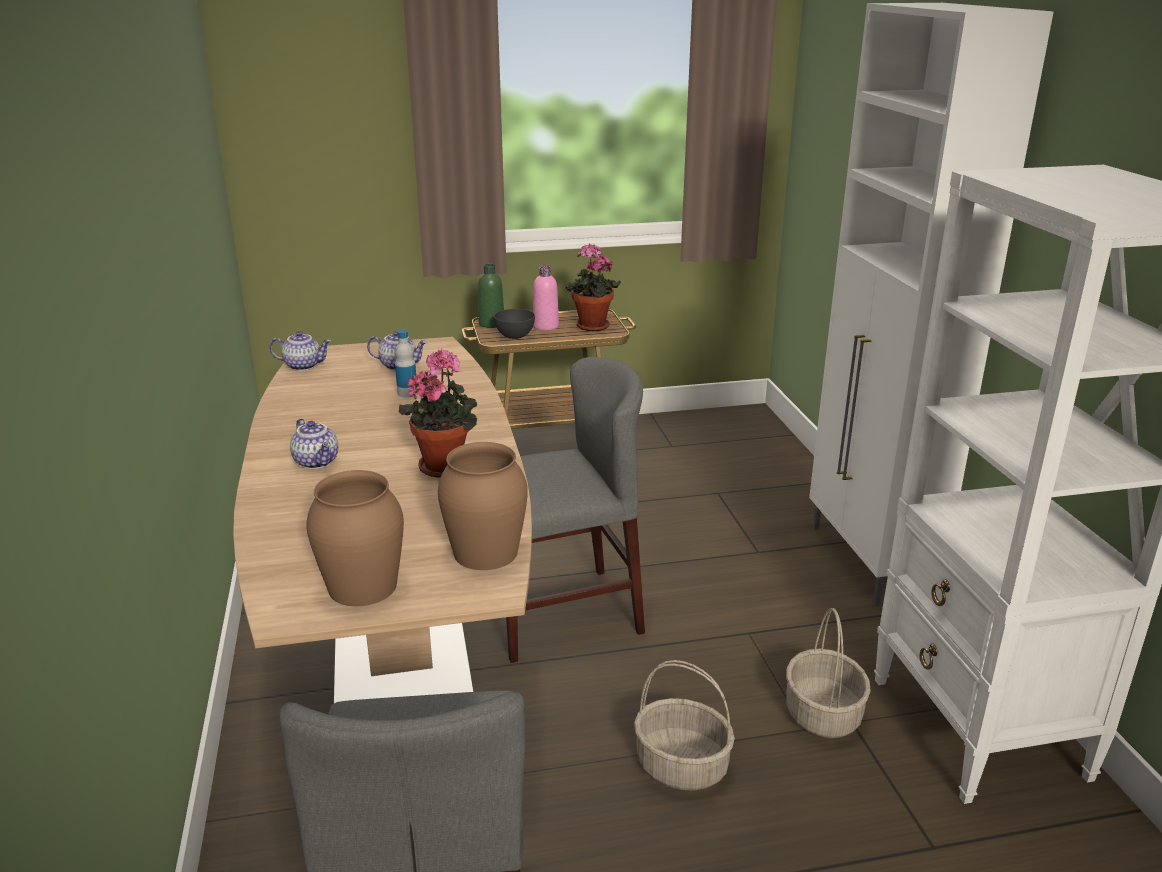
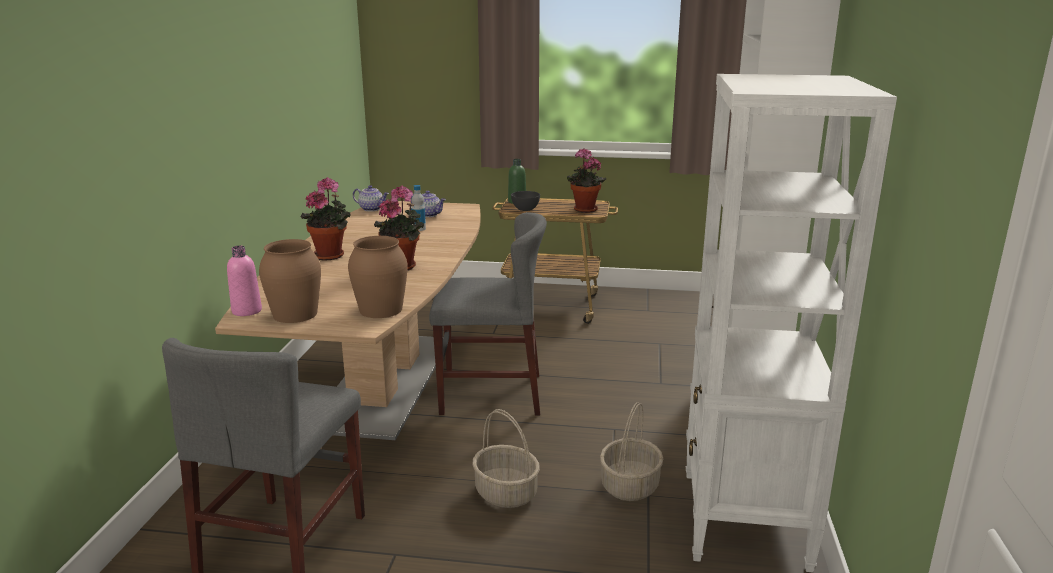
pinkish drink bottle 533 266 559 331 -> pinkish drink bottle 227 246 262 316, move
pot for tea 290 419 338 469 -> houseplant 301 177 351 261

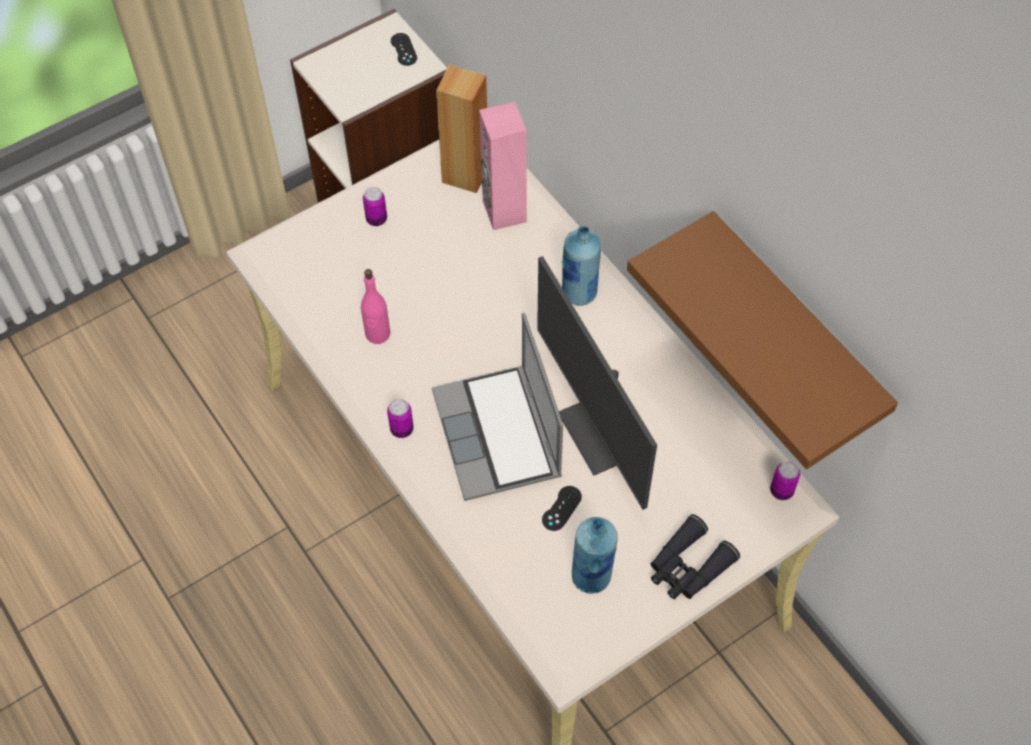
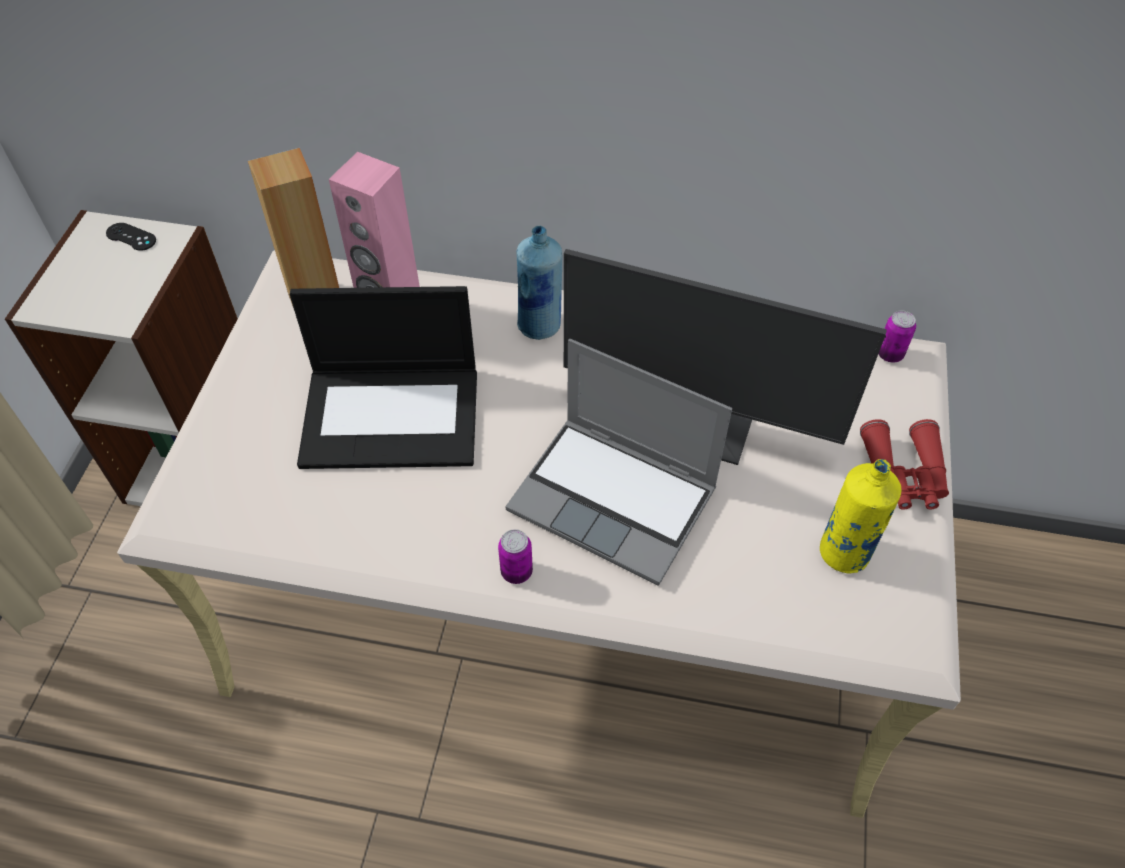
sealed can 363 187 387 226 -> none
brown-coloured bracket shelf 627 211 898 469 -> none
pinkish drink bottle 361 269 390 344 -> none
black-coloured gamepad 542 486 582 531 -> none
black-coloured field glasses 651 514 740 599 -> red-coloured field glasses 860 419 949 510
bluish drink bottle 572 517 618 594 -> yellow-coloured drink bottle 820 459 901 574
none -> laptop 290 286 477 469

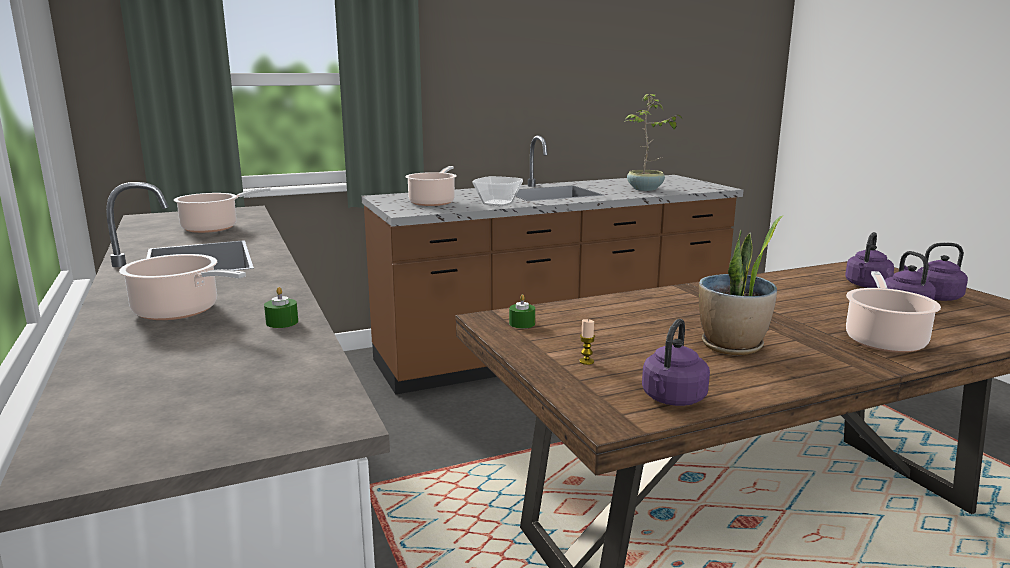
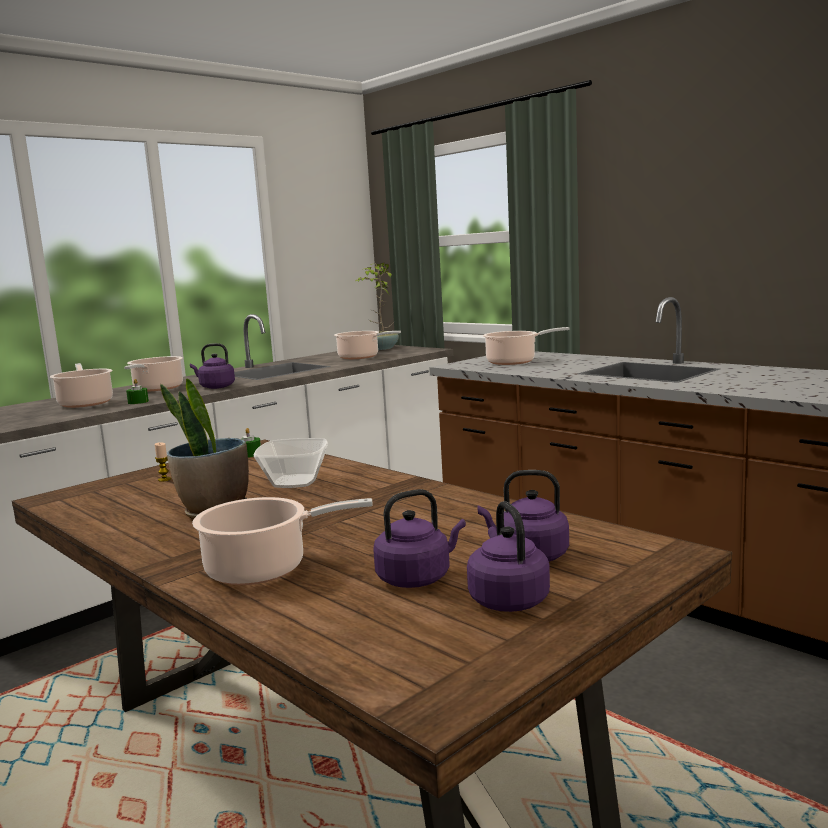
houseplant 624 94 682 191 -> houseplant 356 263 399 350, move
bowl 472 176 523 206 -> bowl 254 438 328 488, move
purplish tea kettle 642 319 710 406 -> purplish tea kettle 190 343 235 389, move
none -> cooking pot 50 363 113 408

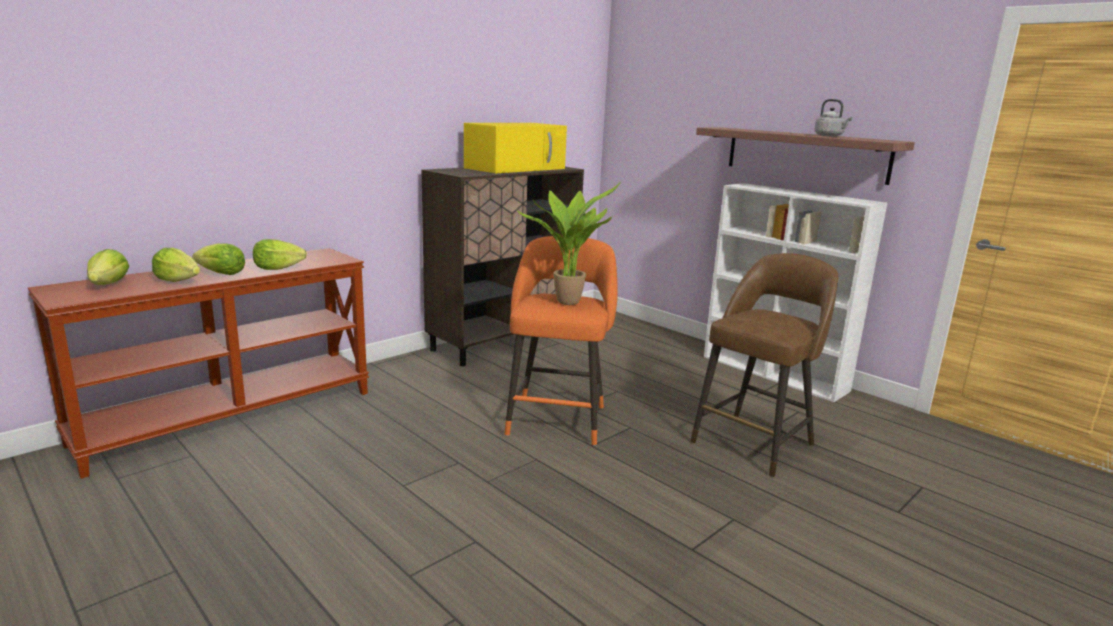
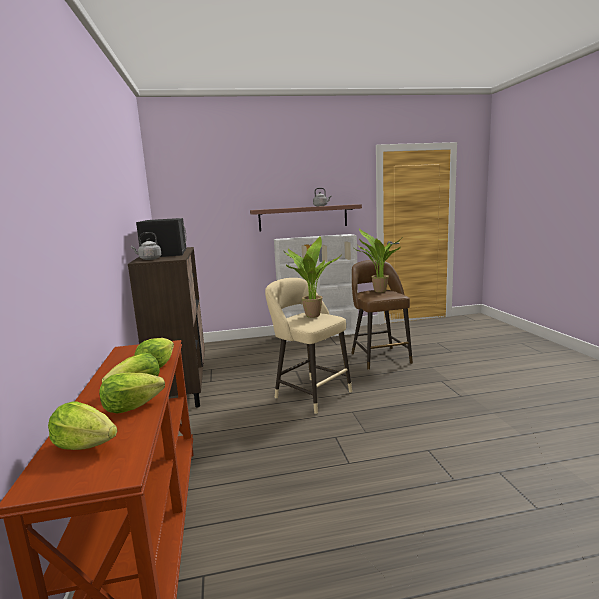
yellow-coloured microwave oven 464 123 567 173 -> black-coloured microwave oven 136 218 186 257
orange-coloured stool seat 505 236 618 446 -> beige stool seat 265 278 352 414
none -> houseplant 354 228 402 293
none -> grey tea kettle 131 232 161 260

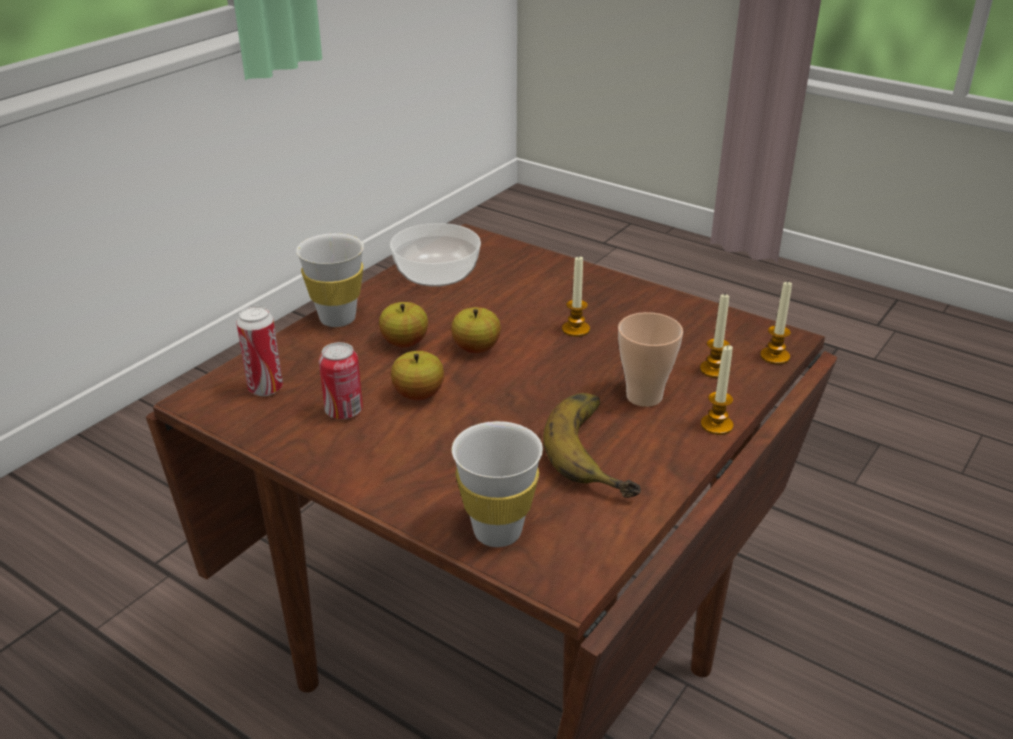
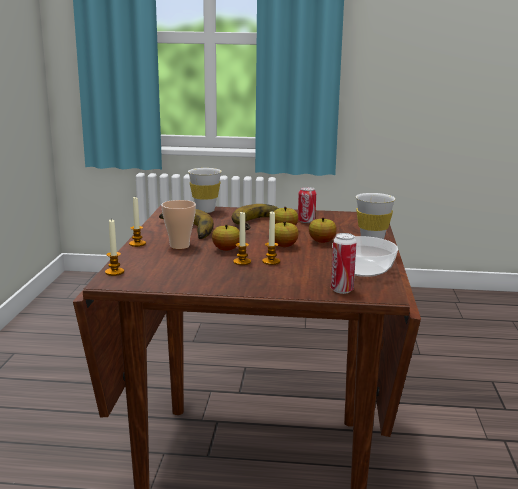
wax candle 700 293 730 378 -> wax candle 262 211 280 265, move
sealed can 236 306 283 396 -> sealed can 331 233 357 294, move
none -> banana fruit 232 204 279 230
none -> apple fruit 212 224 240 251

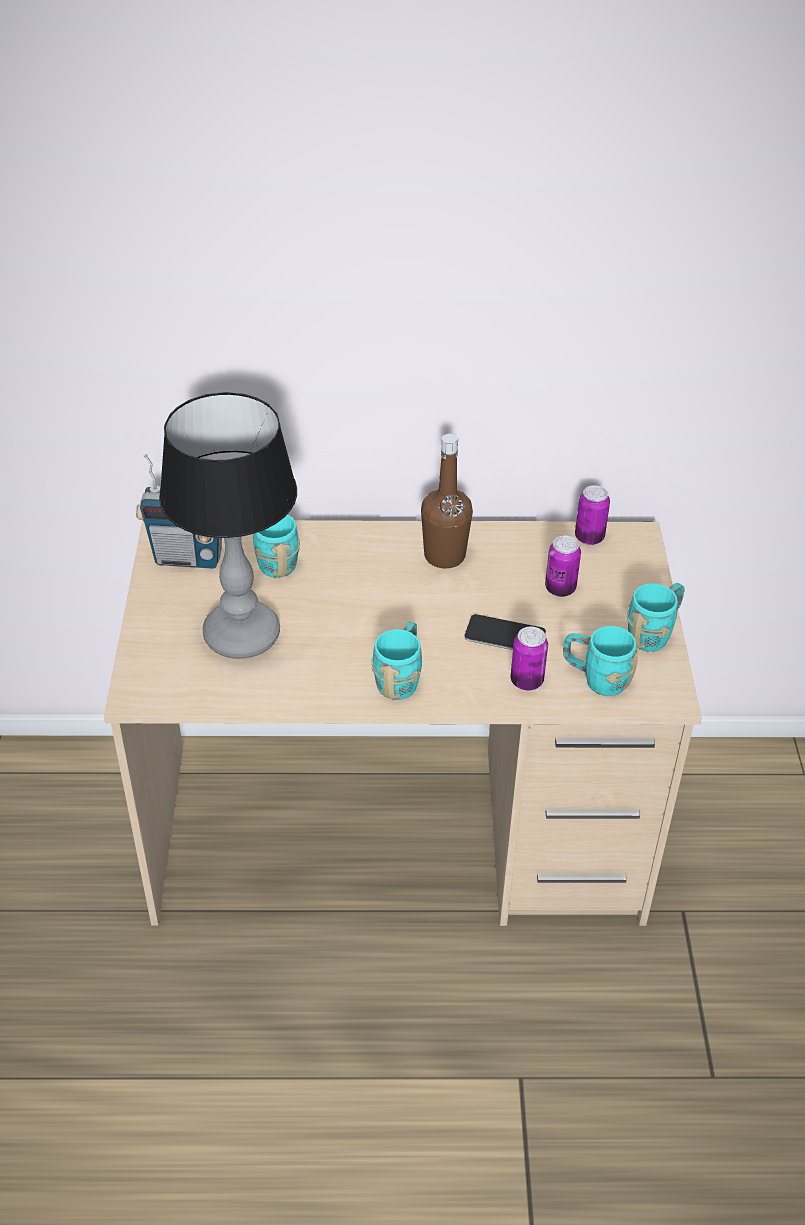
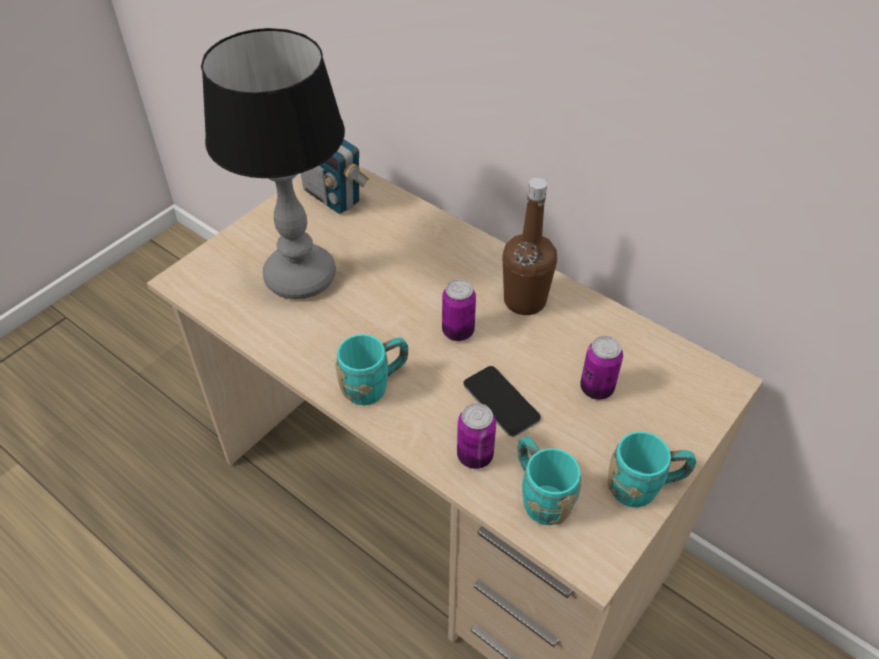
sealed can 575 485 610 545 -> sealed can 442 279 476 341, move
turquoise-coloured mug 253 514 300 578 -> none

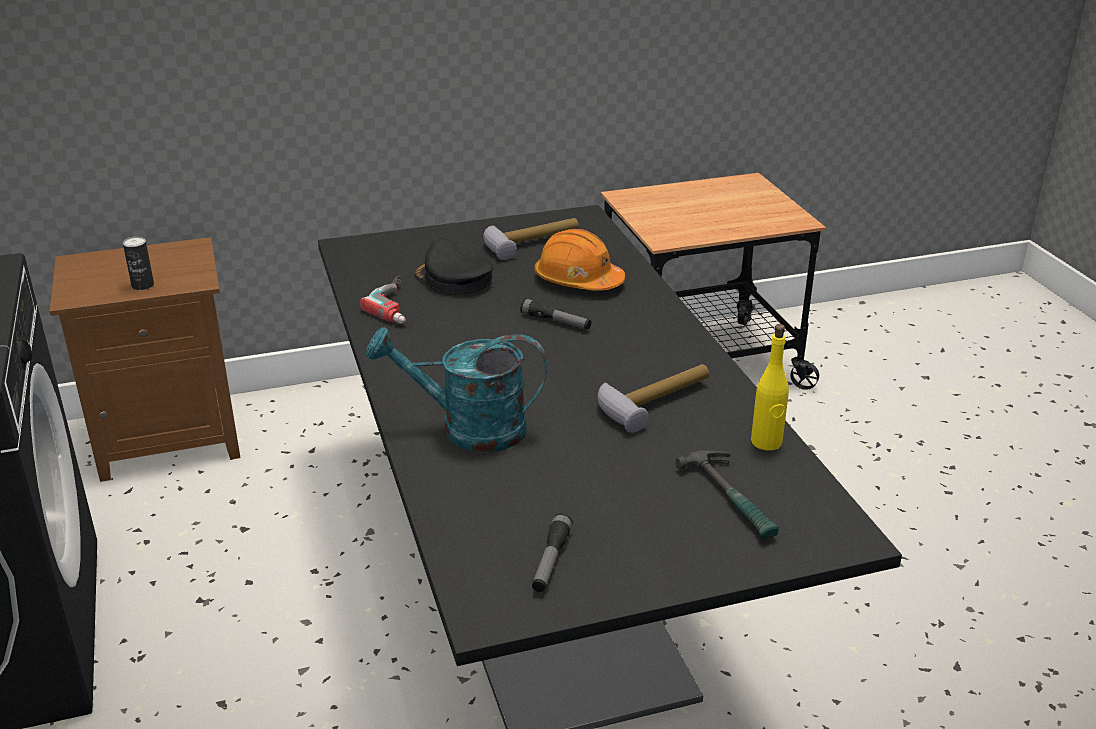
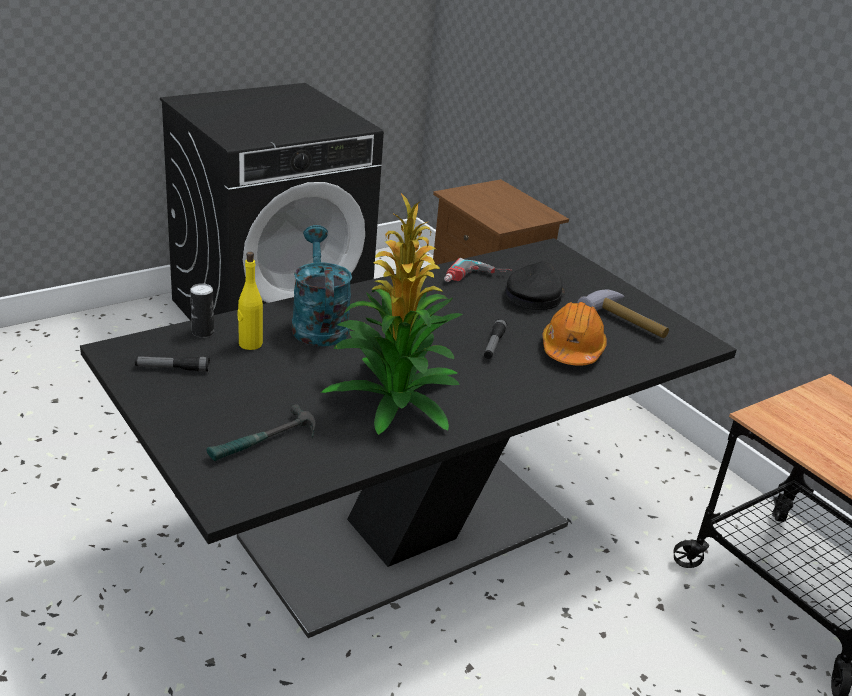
sealed can 123 236 154 290 -> sealed can 190 284 214 337, move
yellow-coloured drink bottle 751 324 789 450 -> yellow-coloured drink bottle 237 252 263 350, move
hand hammer 597 364 709 433 -> houseplant 321 193 462 435

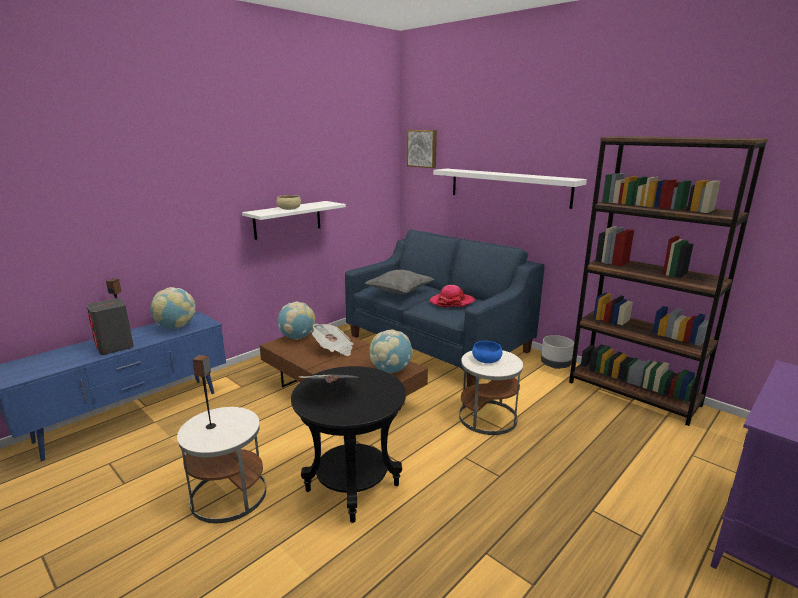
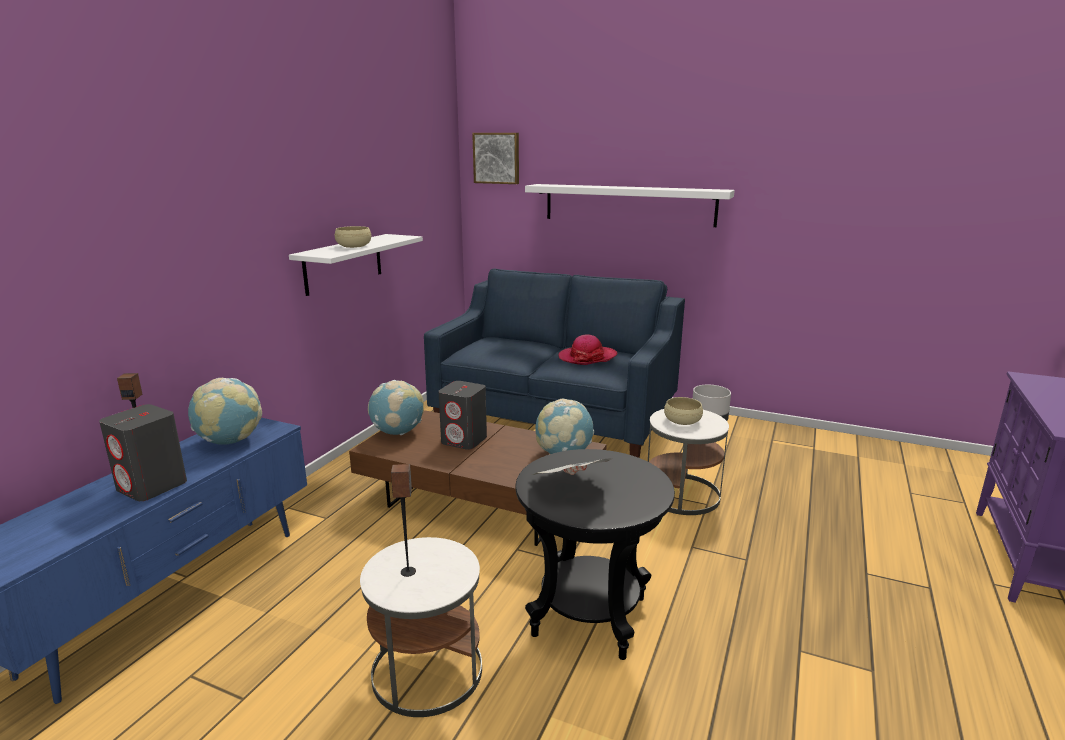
brown-coloured bookshelf 569 136 768 426 -> none
grey throw pillow 364 269 434 294 -> none
daily paper 312 324 354 356 -> grey loudspeaker 438 381 487 450
bluish bowl 472 341 502 363 -> beige bowl 664 397 703 425

